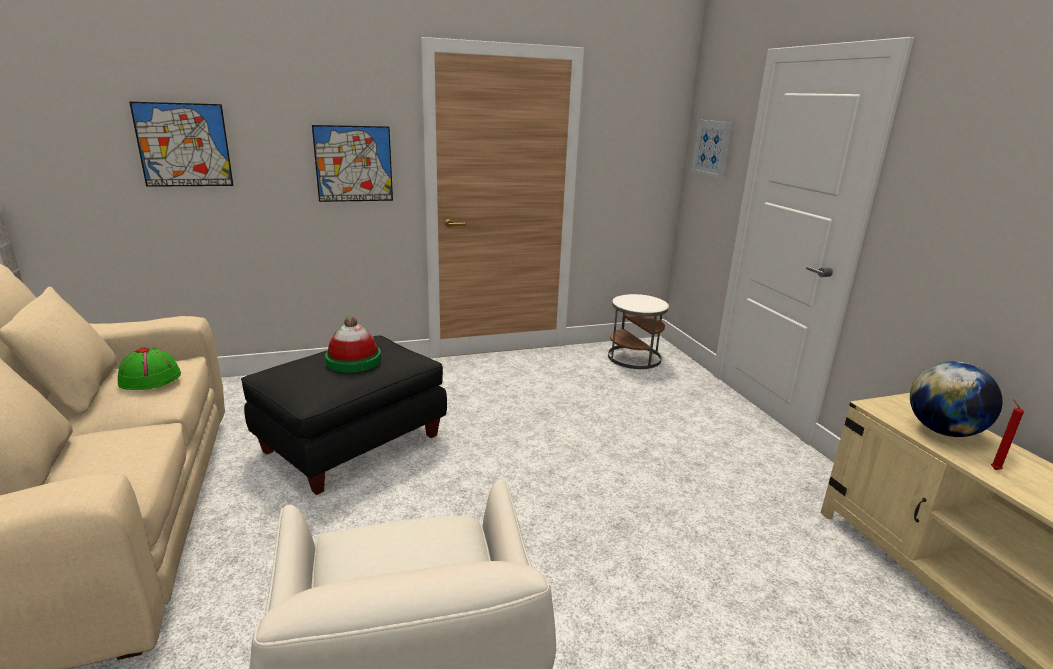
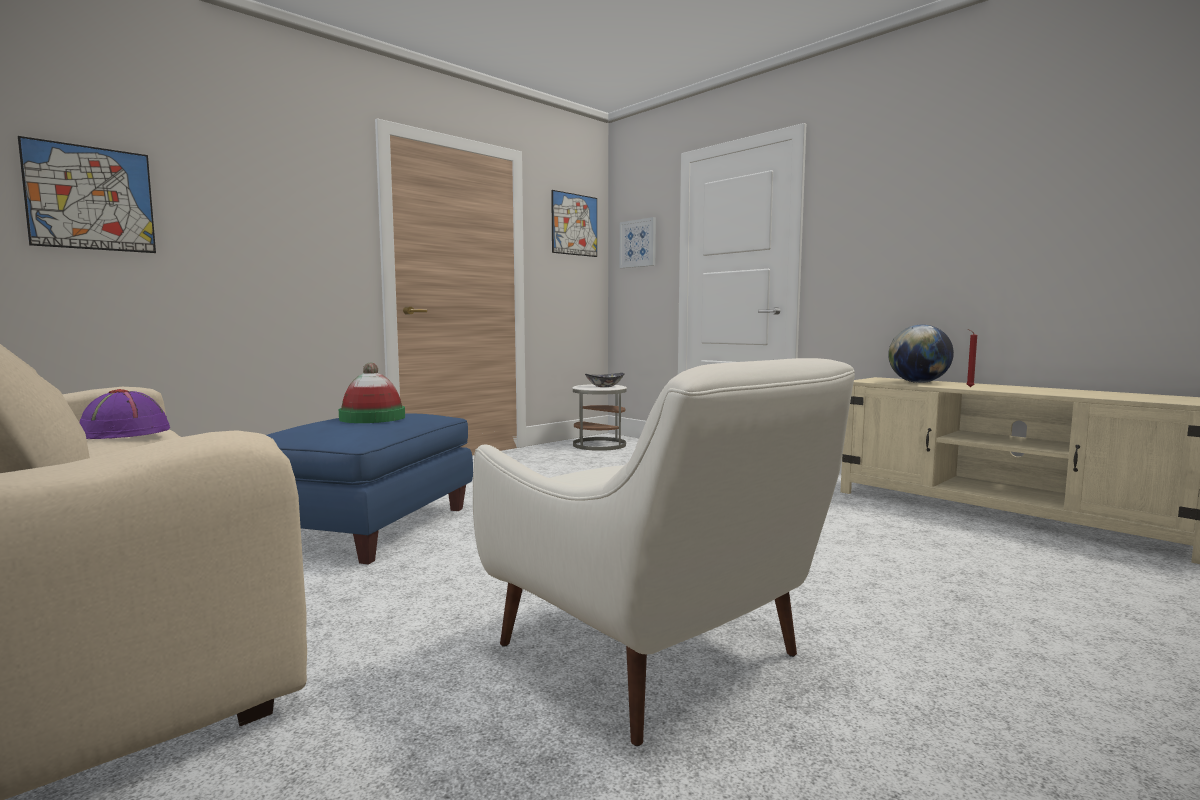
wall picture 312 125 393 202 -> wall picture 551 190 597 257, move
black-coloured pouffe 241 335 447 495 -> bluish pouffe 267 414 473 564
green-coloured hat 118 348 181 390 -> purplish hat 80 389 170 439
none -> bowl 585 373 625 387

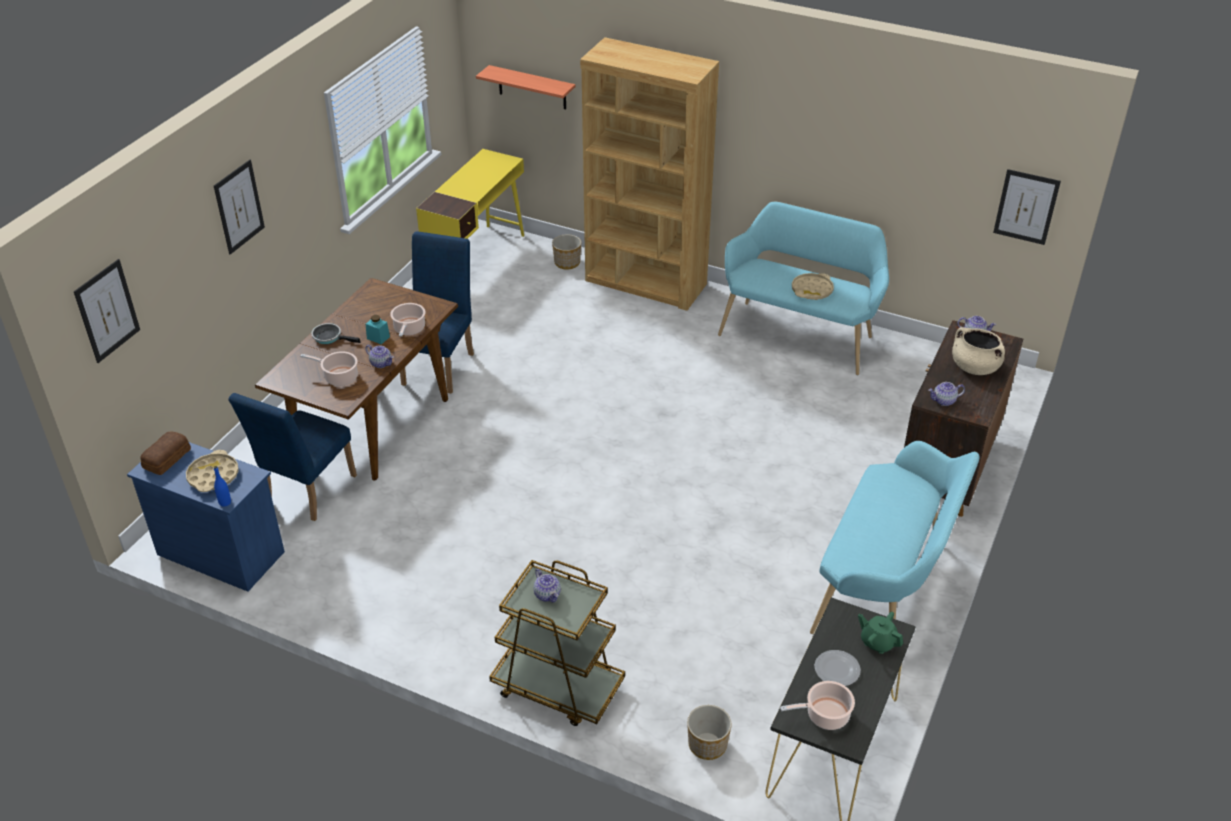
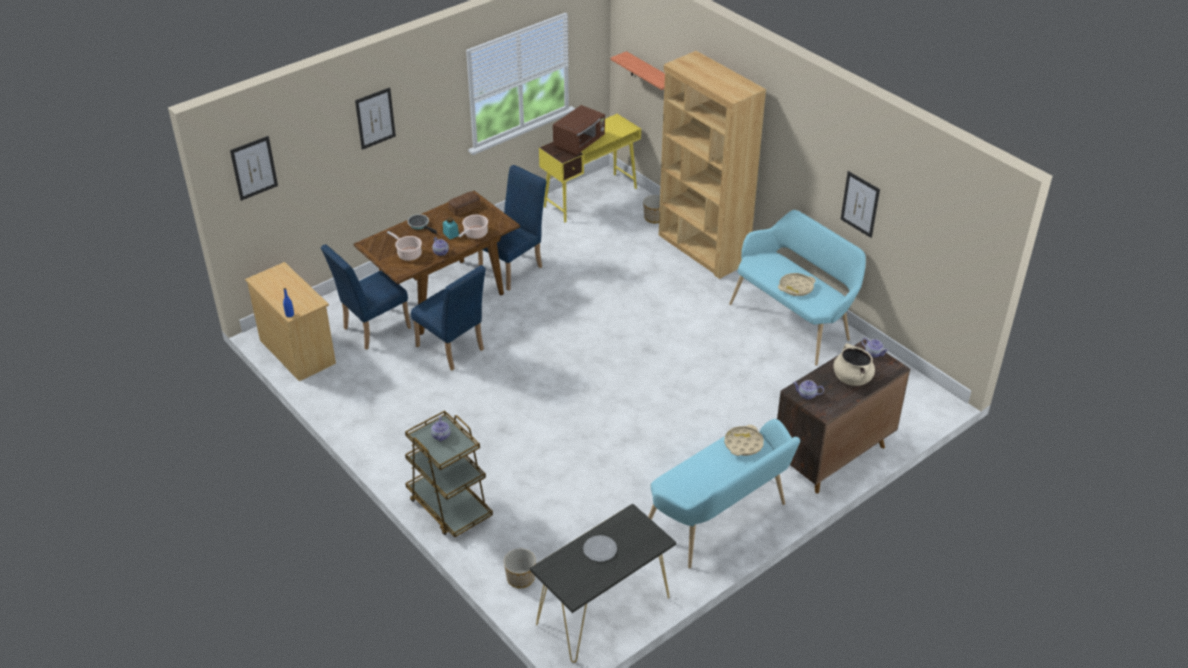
wall picture 993 169 1061 245 -> wall picture 841 171 880 238, move
bakery bread 140 432 191 475 -> bakery bread 448 192 481 216, move
bluish chest of drawers 127 442 285 592 -> beige chest of drawers 245 262 336 381
beige tray 186 450 239 492 -> beige tray 724 425 764 456, move
green-coloured pot for tea 858 612 903 654 -> none
cooking pot 780 681 855 730 -> none
none -> brown-coloured microwave oven 553 105 605 156
none -> bluish plain chair 411 265 486 370

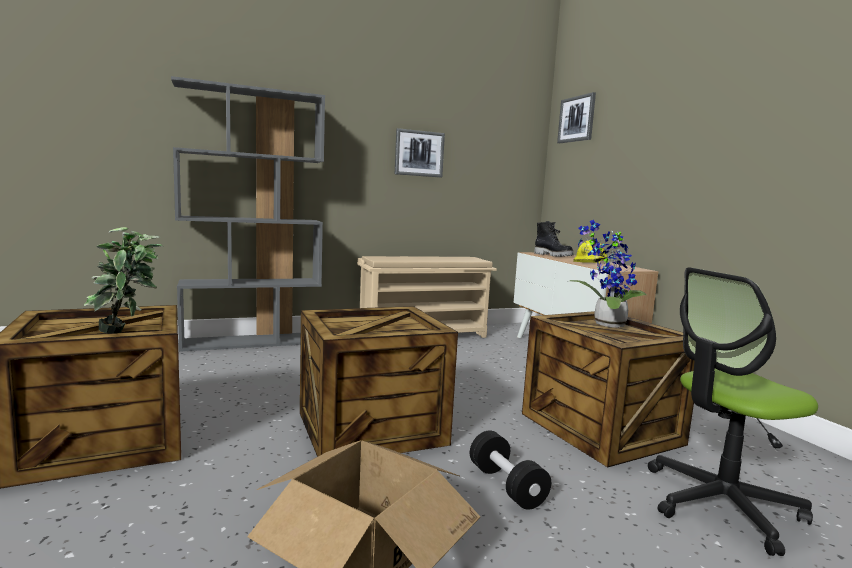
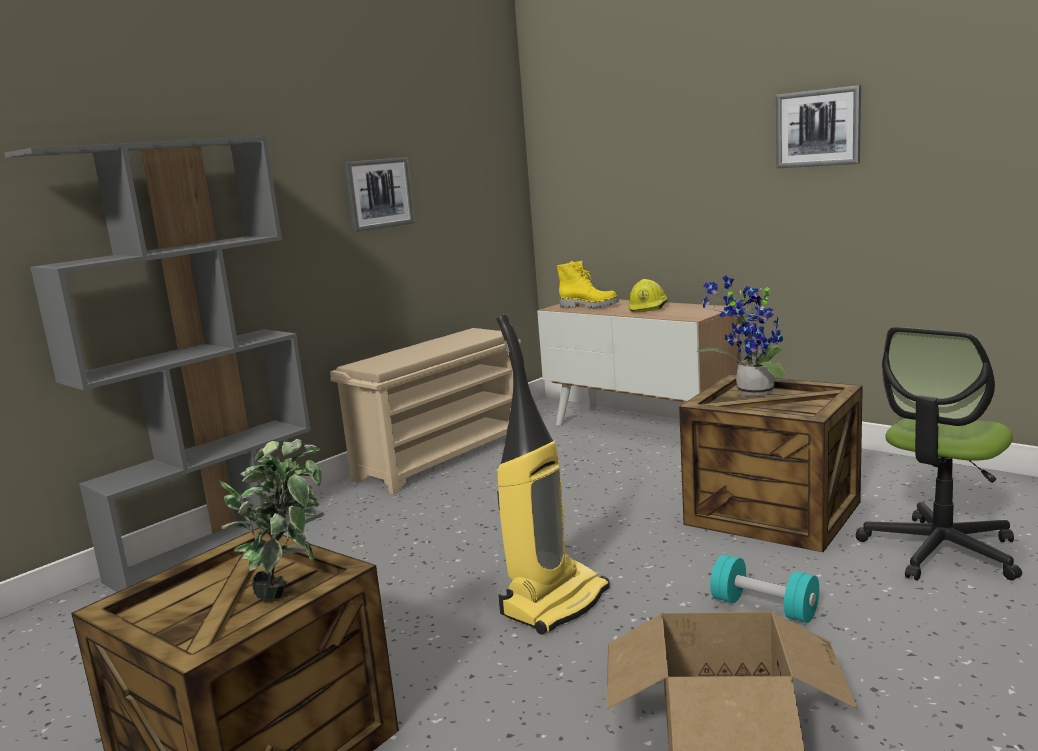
wall picture 557 92 596 143 -> wall picture 776 85 861 168, move
black-coloured tall boot 534 221 574 257 -> yellow-coloured tall boot 557 261 619 308
shipping crate 300 306 458 457 -> vacuum cleaner 496 314 610 635
black-coloured dumbbell 470 431 551 510 -> turquoise-coloured dumbbell 710 554 819 623

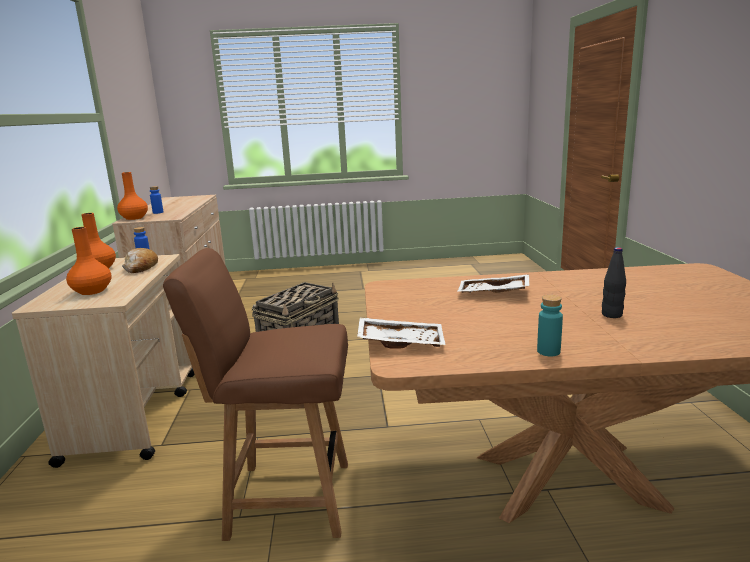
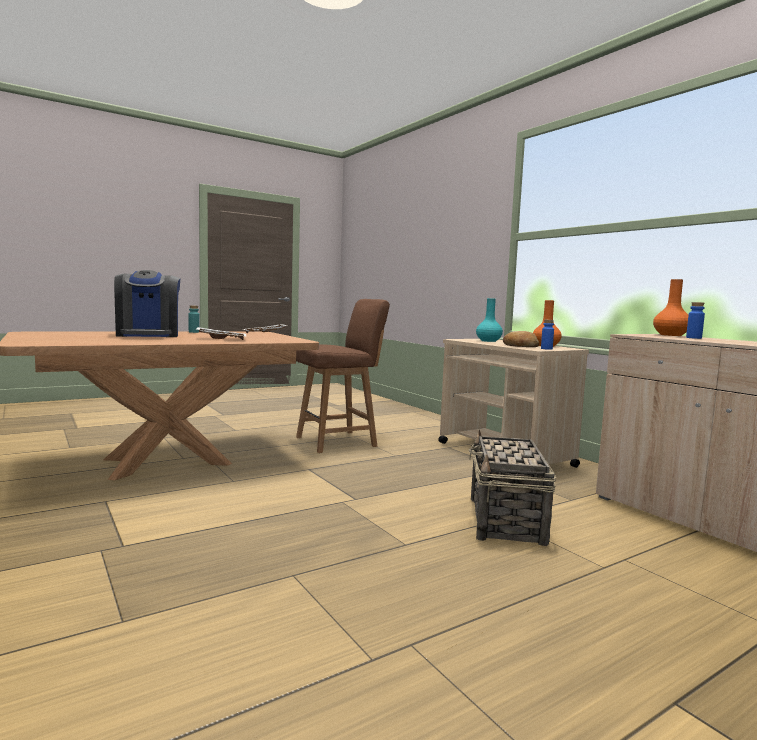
orange-coloured decorative vase 66 227 111 295 -> turquoise-coloured decorative vase 476 298 503 342
black-coloured drink bottle 602 247 626 318 -> coffee brewer 114 270 181 337

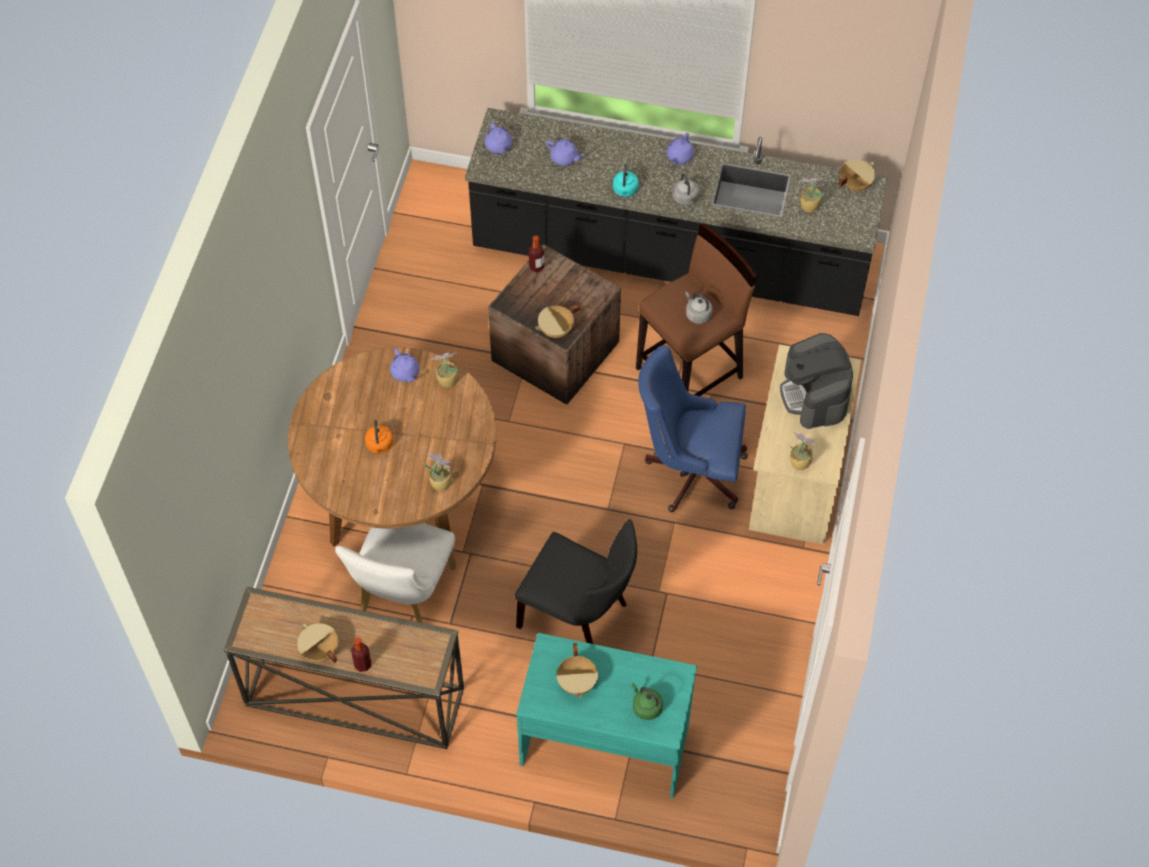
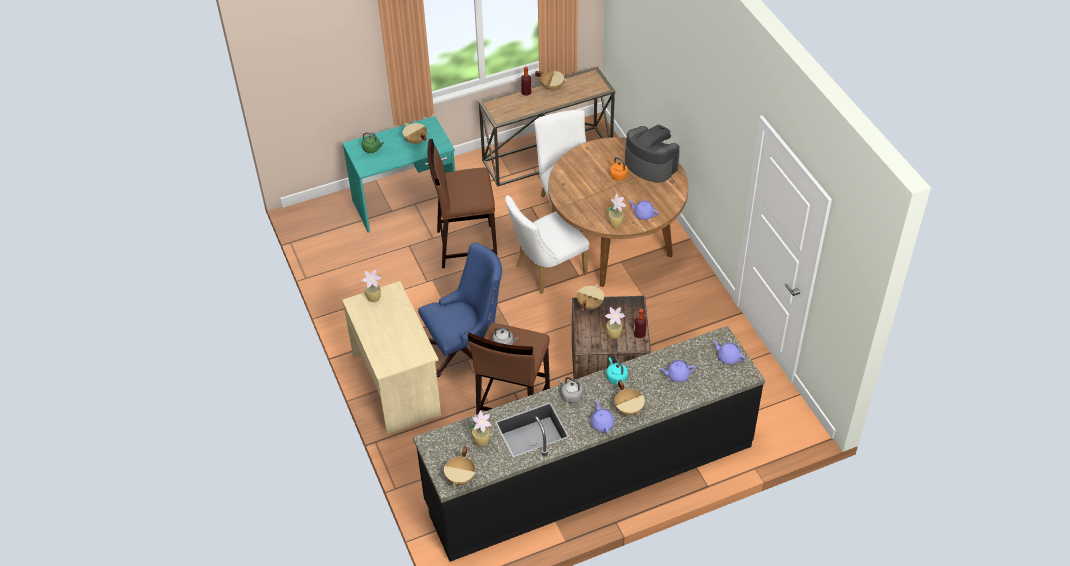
coffee brewer 780 333 853 429 -> coffee brewer 625 125 680 183, move
houseplant 424 451 451 491 -> houseplant 605 307 625 339, move
black-coloured plain chair 515 519 637 644 -> brown-coloured stool seat 428 139 497 268
none -> whitish plain chair 505 195 589 294
none -> beige cooking pot 614 380 645 415

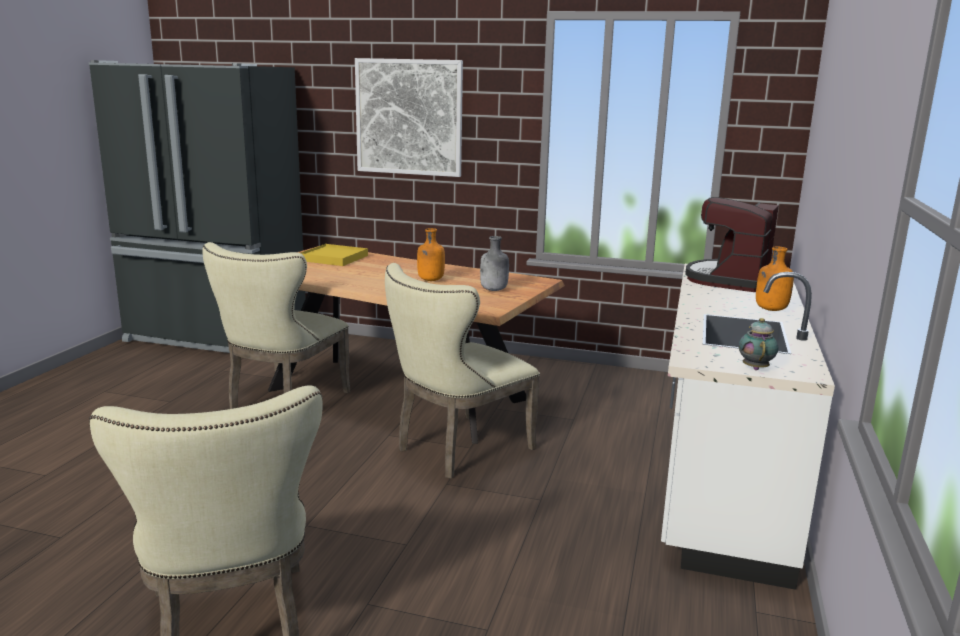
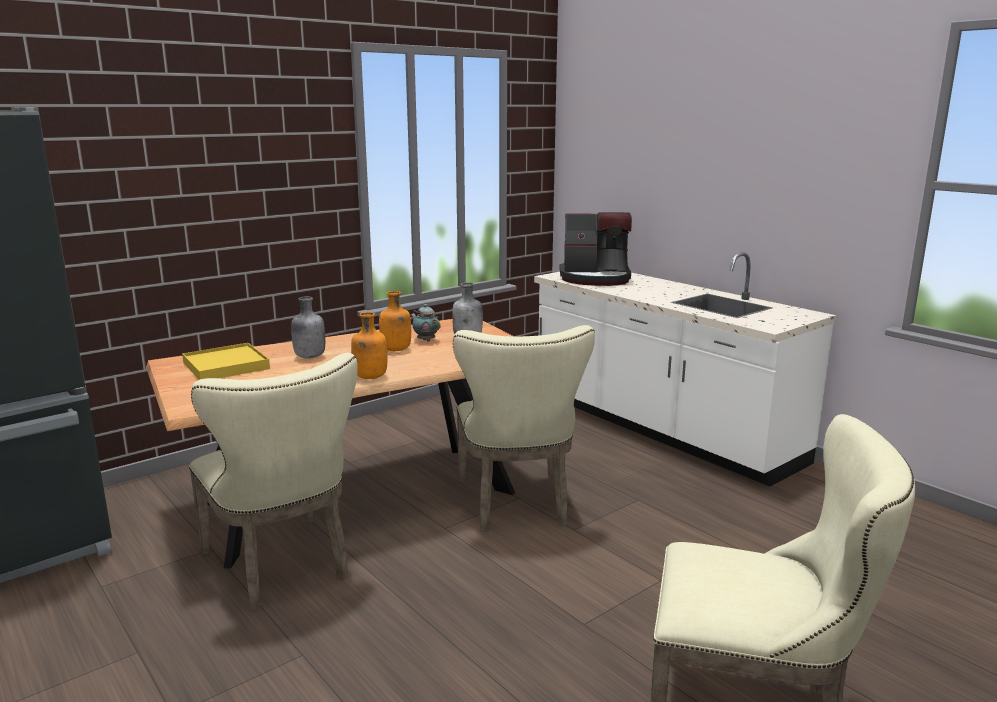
wall picture 355 58 463 177 -> none
coffee brewer 685 197 779 292 -> coffee brewer 559 212 632 286, 60 degrees counterclockwise
orange-coloured drink bottle 756 247 794 311 -> orange-coloured drink bottle 351 312 387 379, move
pot for tea 739 318 778 370 -> pot for tea 410 304 441 342, move
none -> grey drink bottle 291 296 325 359

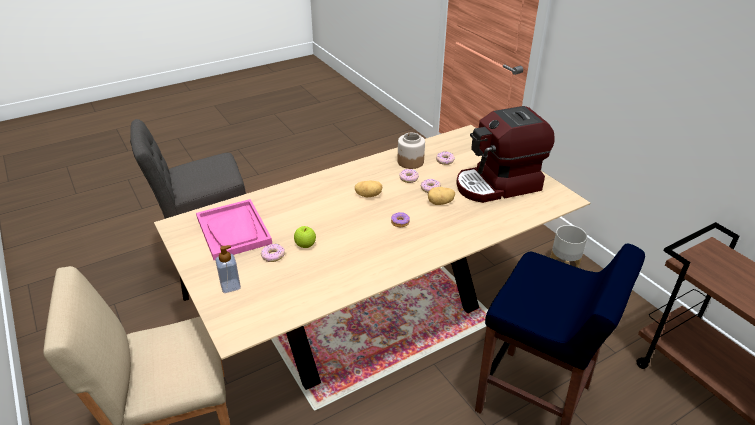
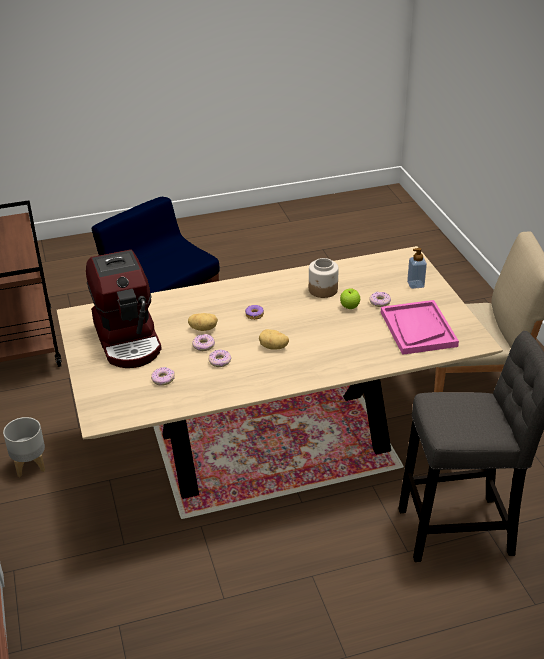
coffee brewer 456 106 555 203 -> coffee brewer 86 249 162 368, 75 degrees clockwise
jar 397 133 425 169 -> jar 309 258 339 298, move

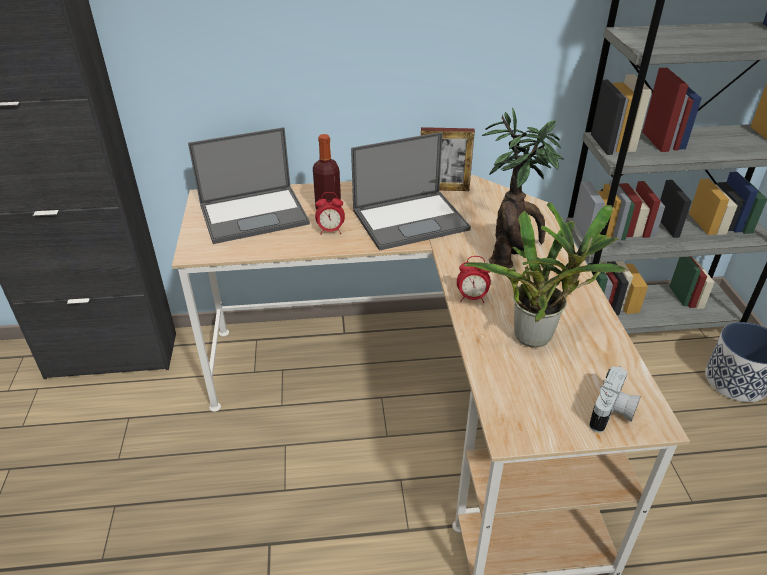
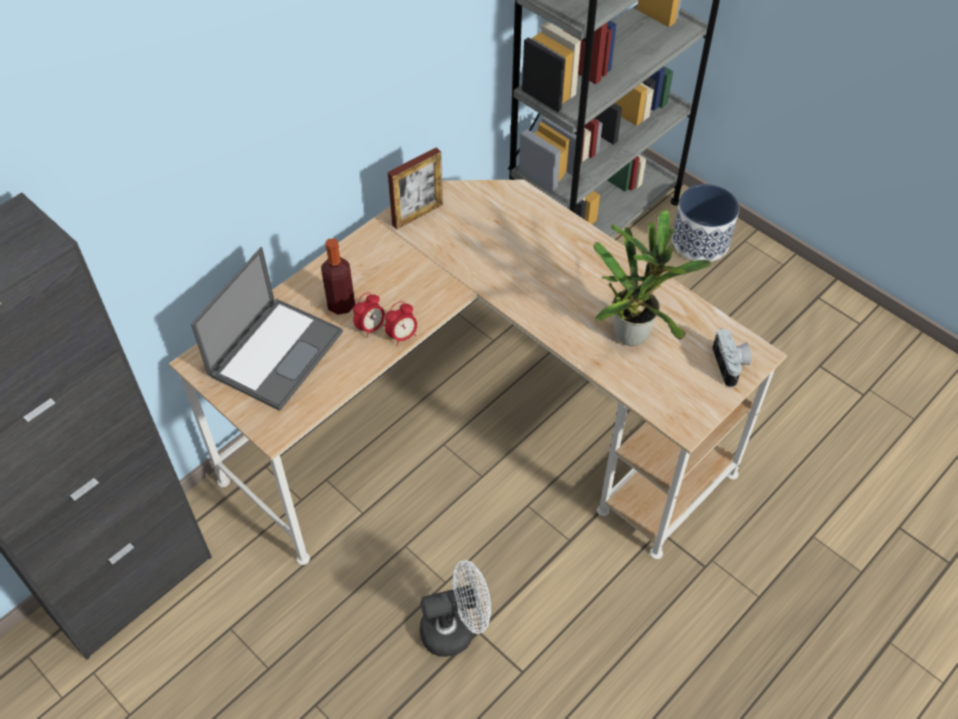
houseplant 482 108 564 268 -> none
laptop 351 132 471 251 -> none
alarm clock 457 256 491 303 -> alarm clock 385 301 417 346, move
none -> whitish cooling fan 420 560 491 657

